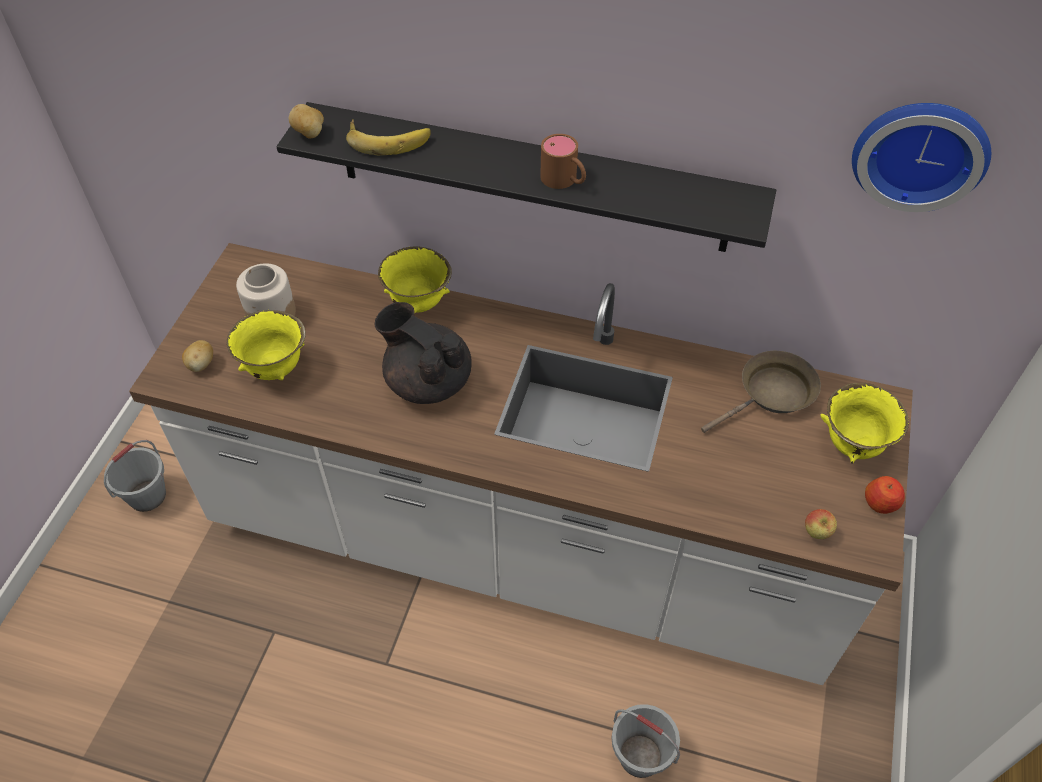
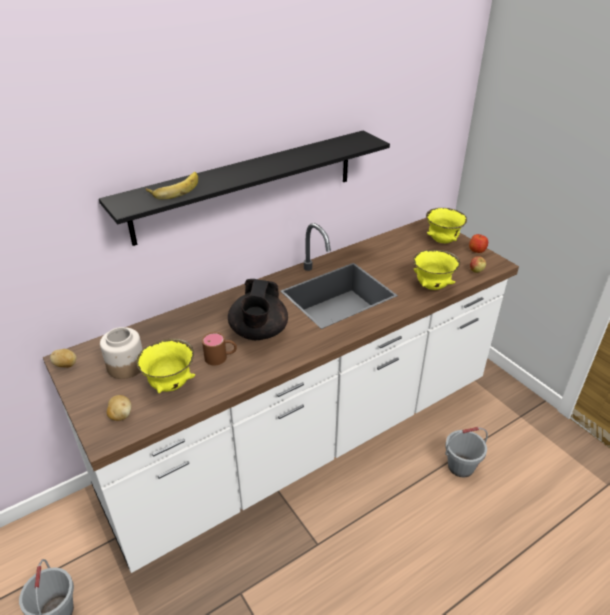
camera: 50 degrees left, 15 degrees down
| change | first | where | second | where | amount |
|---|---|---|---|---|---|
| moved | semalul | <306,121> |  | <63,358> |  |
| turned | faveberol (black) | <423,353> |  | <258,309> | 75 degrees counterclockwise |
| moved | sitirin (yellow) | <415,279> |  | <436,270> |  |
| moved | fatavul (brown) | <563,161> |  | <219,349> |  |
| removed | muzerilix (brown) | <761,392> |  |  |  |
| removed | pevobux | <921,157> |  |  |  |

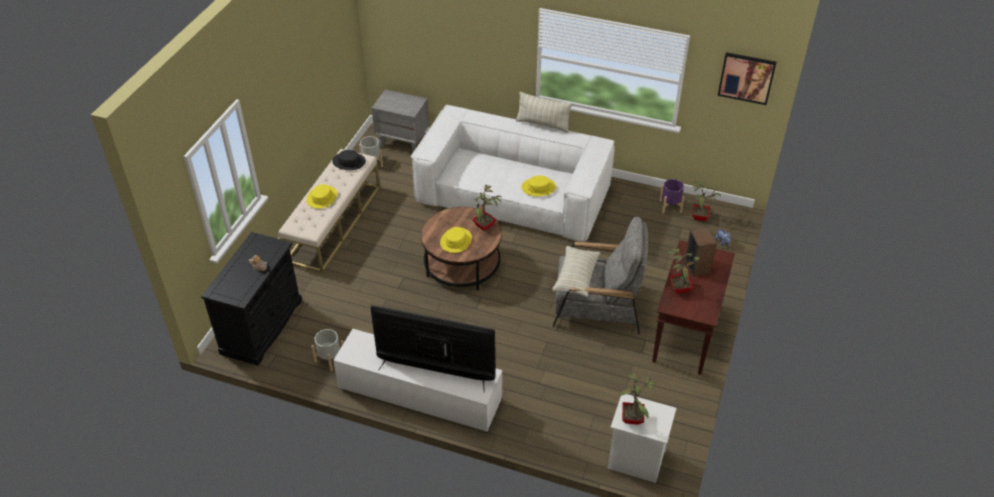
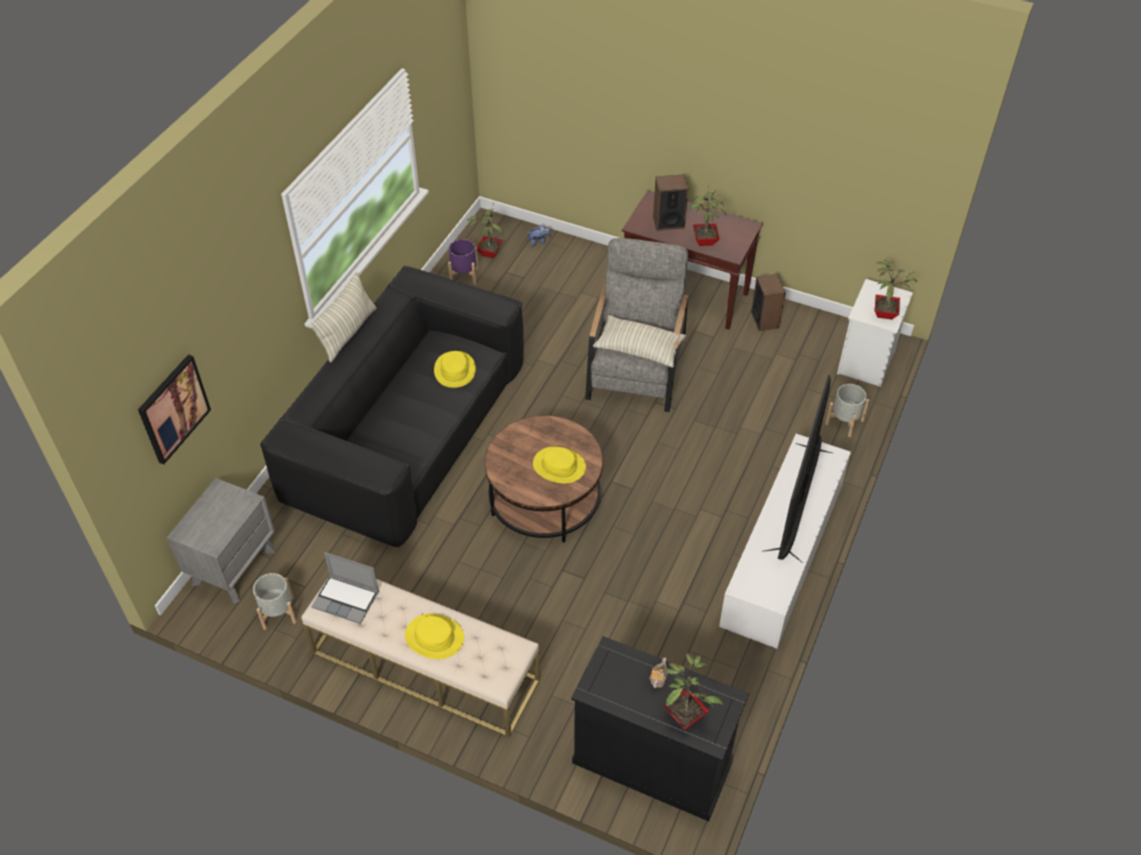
camera: 85 degrees left, 5 degrees up
| change | first | where | second | where | amount |
|---|---|---|---|---|---|
| moved | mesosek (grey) | <327,350> |  | <847,410> |  |
| replaced | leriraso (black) | <349,160> | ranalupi | <345,588> |  |
| recoloured | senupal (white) | <513,173> | senupal (black) | <392,407> |  |
| moved | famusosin | <486,208> |  | <693,691> |  |
| moved | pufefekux | <747,78> |  | <174,409> |  |
| added |  |  | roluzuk | <768,302> |  |

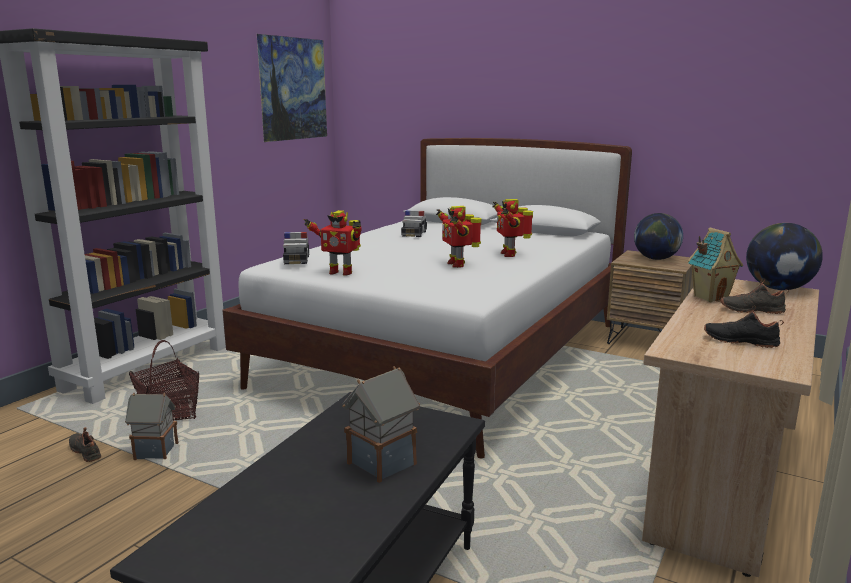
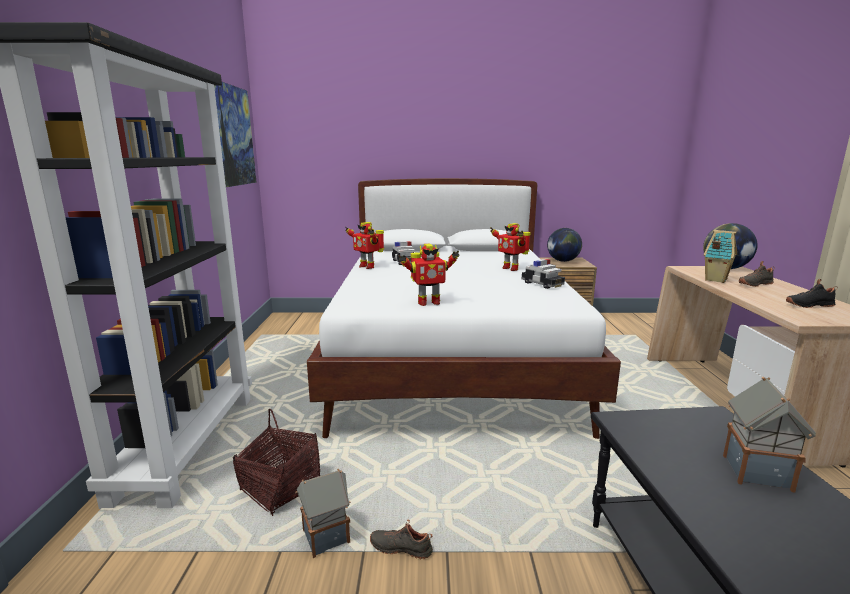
camera: 30 degrees left, 0 degrees up
| change | first | where | second | where | amount |
|---|---|---|---|---|---|
| moved | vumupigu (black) | <85,444> |  | <401,539> |  |
| moved | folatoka | <296,248> |  | <543,274> |  |
| moved | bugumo | <458,237> |  | <364,245> |  |

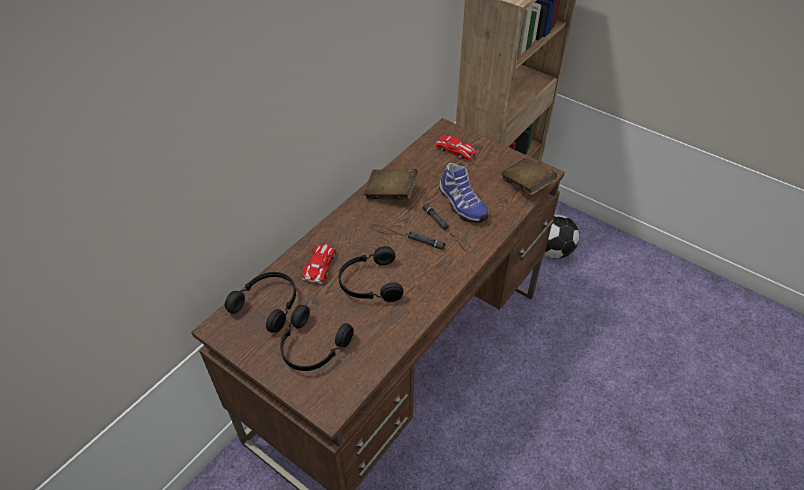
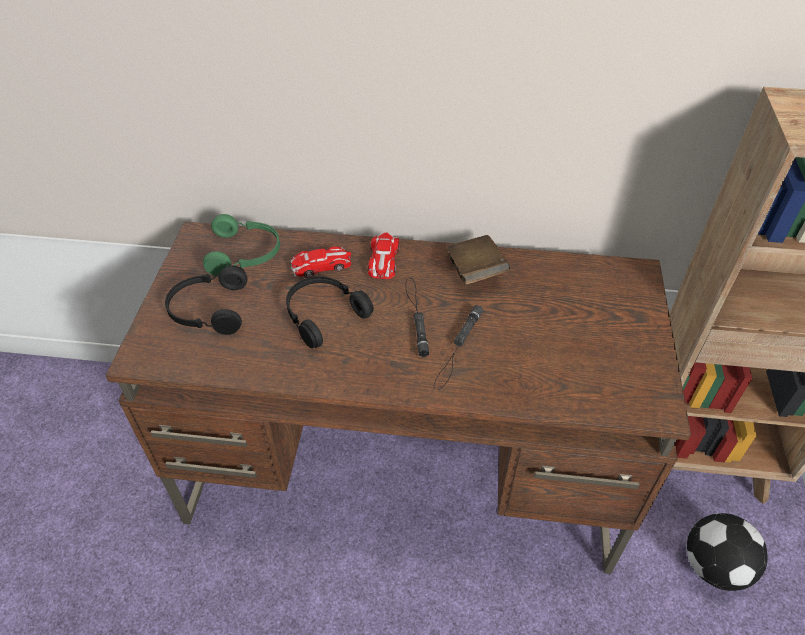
camera: 60 degrees right, 0 degrees up
| change | first | where | second | where | amount |
|---|---|---|---|---|---|
| recoloured | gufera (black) | <260,302> | gufera (green) | <241,245> |  |
| moved | folatoka | <455,147> |  | <384,256> |  |
| removed | vumupigu | <464,193> |  |  |  |
| removed | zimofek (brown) | <529,176> |  |  |  |

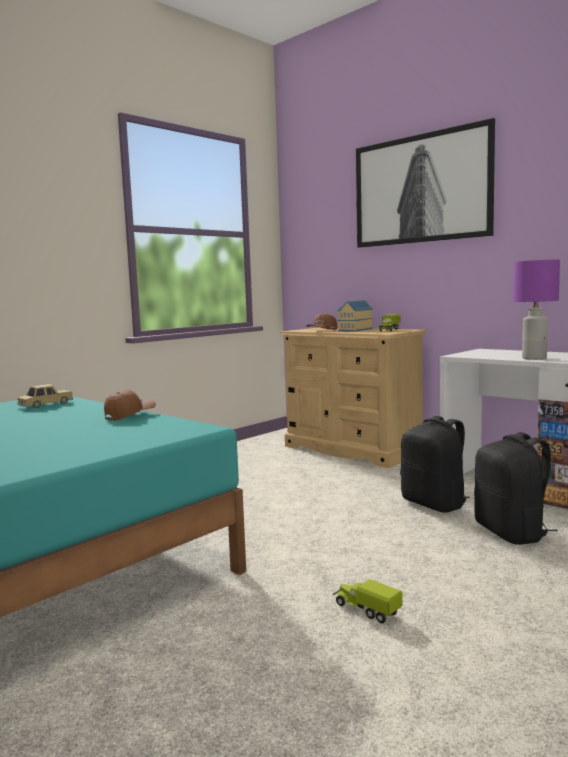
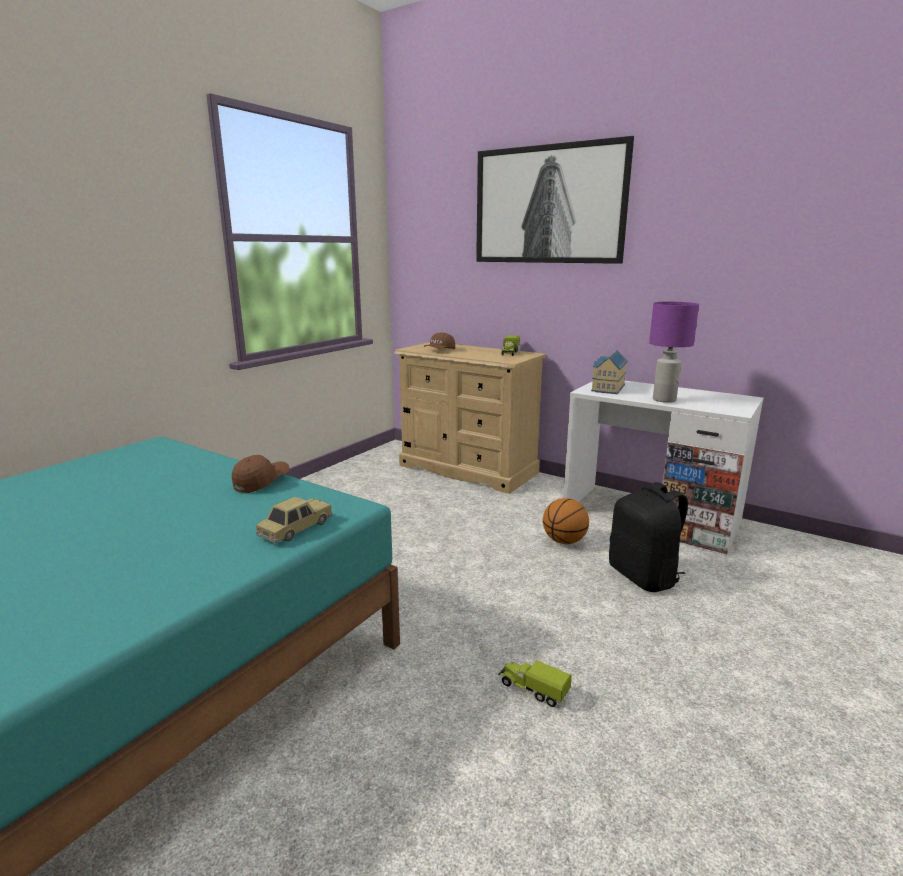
camera: 10 degrees left, 10 degrees up
| change | first | where | second | where | amount |
|---|---|---|---|---|---|
| moved | folatoka | <45,396> |  | <294,520> |  |
| moved | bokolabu | <355,316> |  | <609,372> |  |
| replaced | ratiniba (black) | <435,464> | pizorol | <566,521> |  |

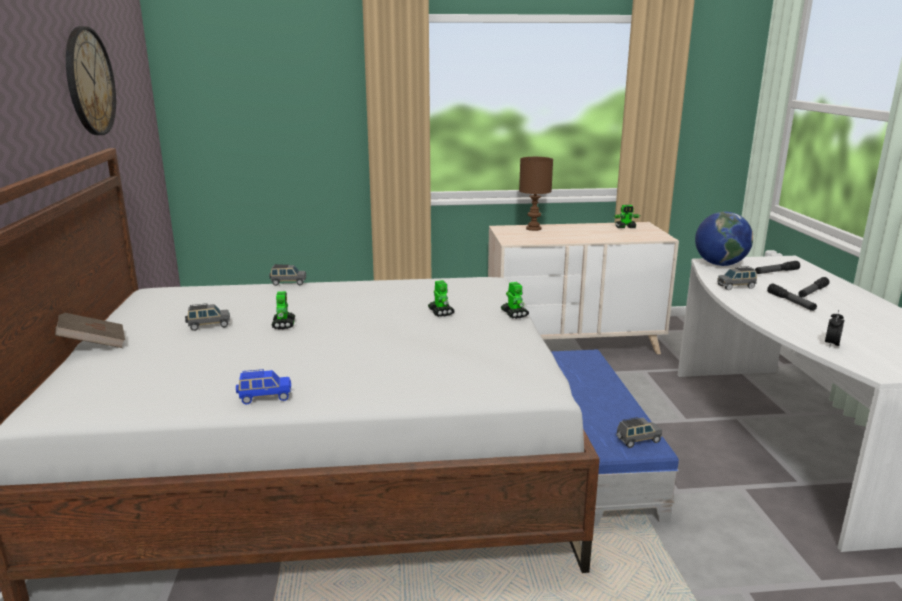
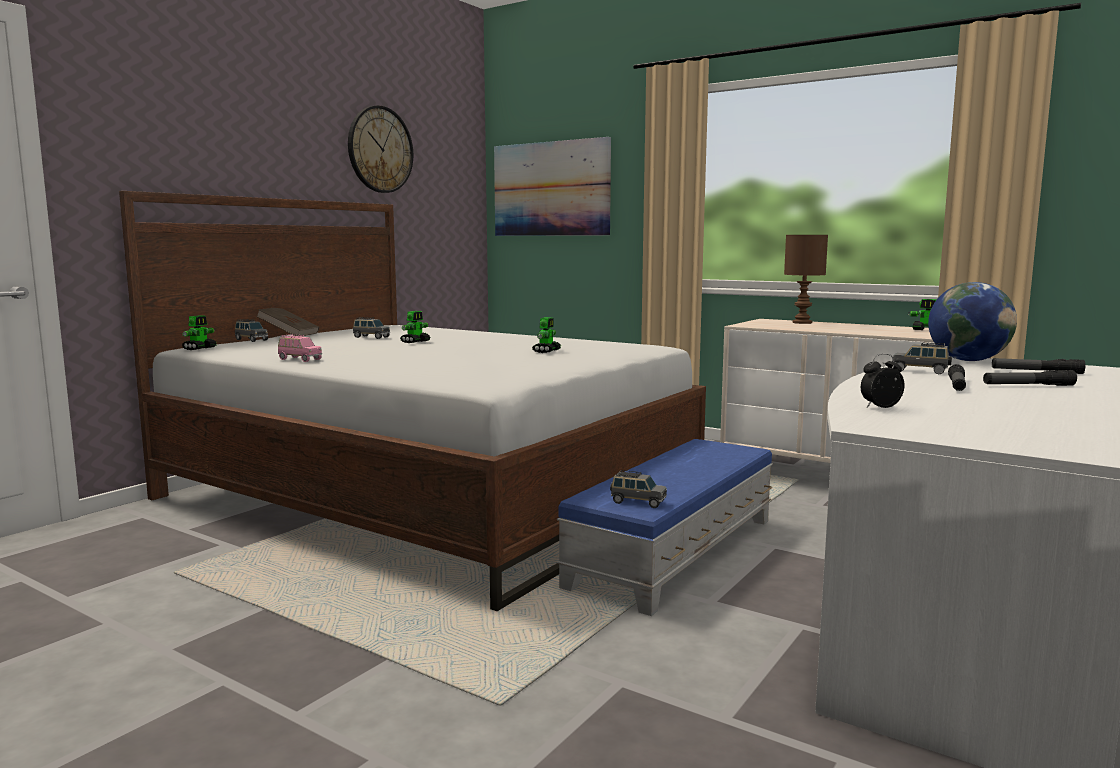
camera: 40 degrees right, 10 degrees down
| change | first | where | second | where | amount |
|---|---|---|---|---|---|
| recoloured | folatoka (blue) | <263,386> | folatoka (pink) | <300,348> |  |
| moved | folatoka (grey) | <287,275> |  | <251,330> |  |
| moved | bugumo | <515,300> |  | <199,332> |  |
| added |  |  | pufefekux | <552,186> |  |

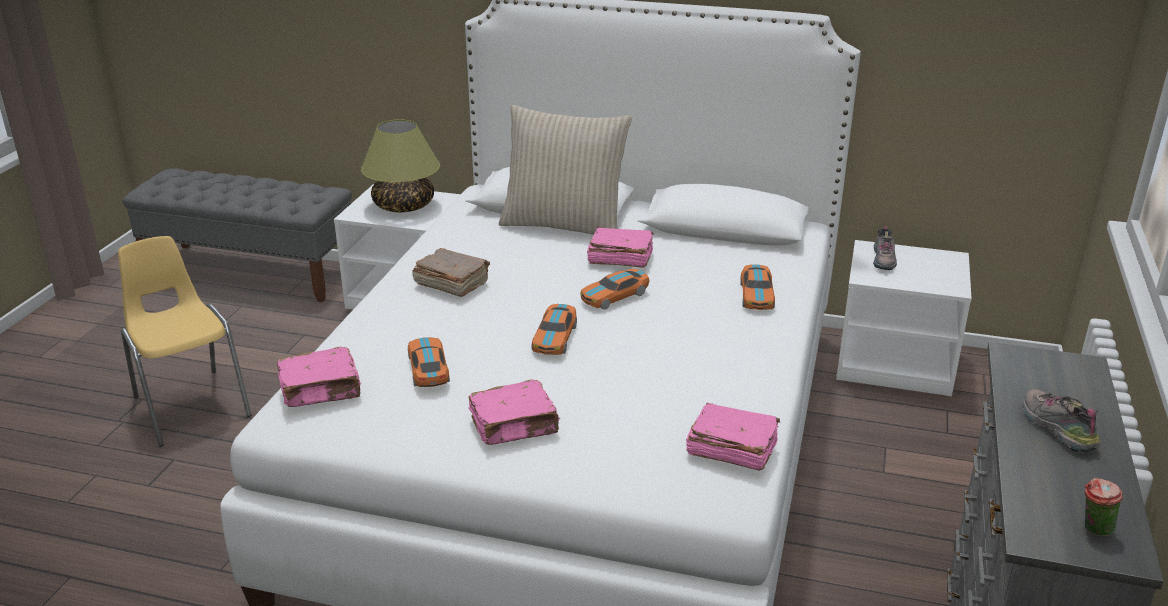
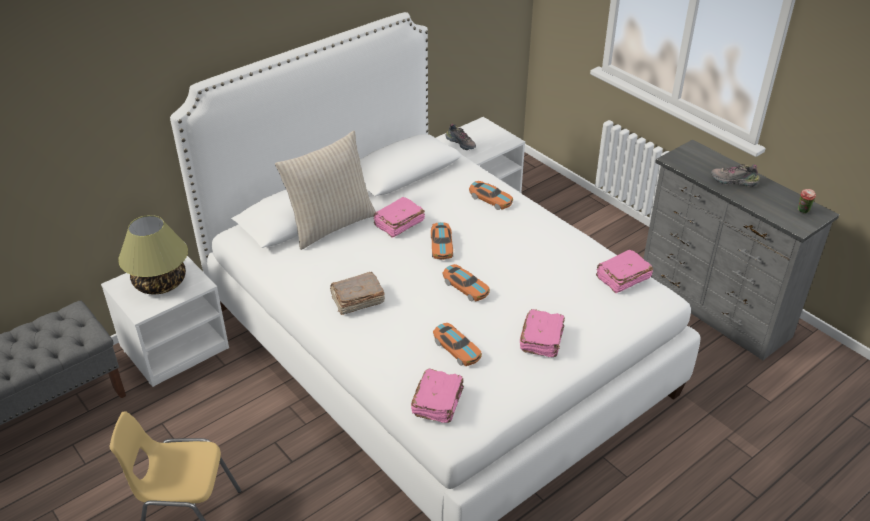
camera: 55 degrees left, 10 degrees up
| change | first | where | second | where | amount |
|---|---|---|---|---|---|
| turned | folatoka | <429,362> |  | <457,344> | 150 degrees counterclockwise |

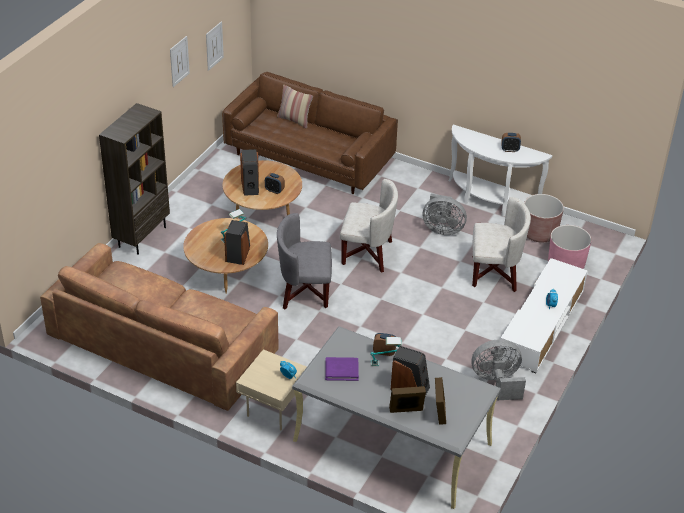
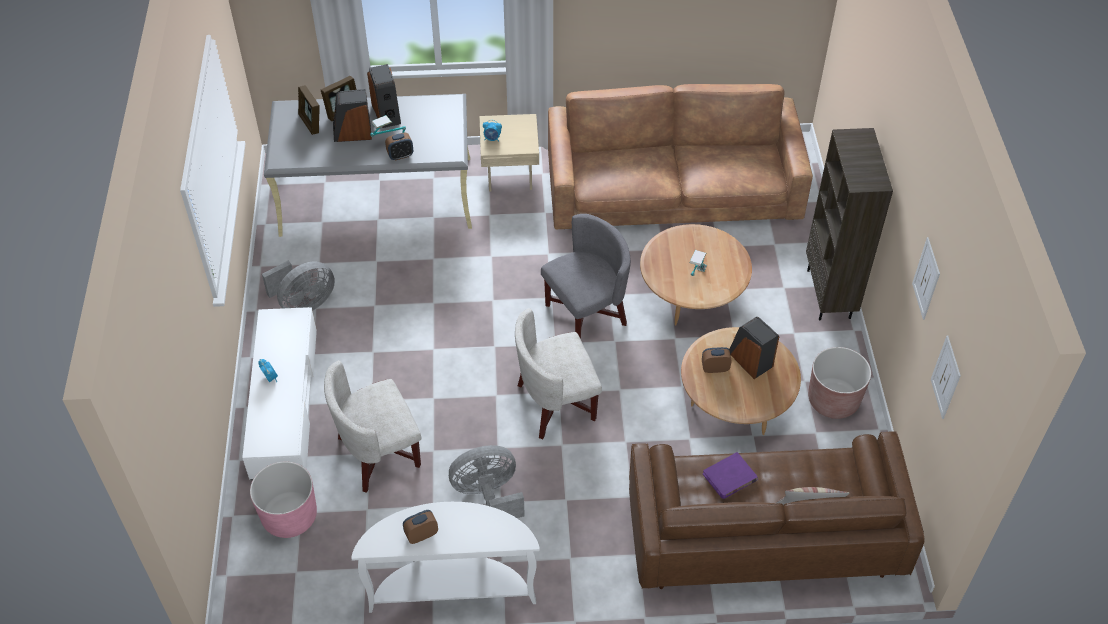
camera: 150 degrees right, 10 degrees up
| change | first | where | second | where | amount |
|---|---|---|---|---|---|
| moved | roluzuk | <237,242> |  | <384,96> |  |
| moved | zimofek (purple) | <342,369> |  | <730,475> |  |
| moved | mesosek (brown) | <544,218> |  | <839,383> |  |

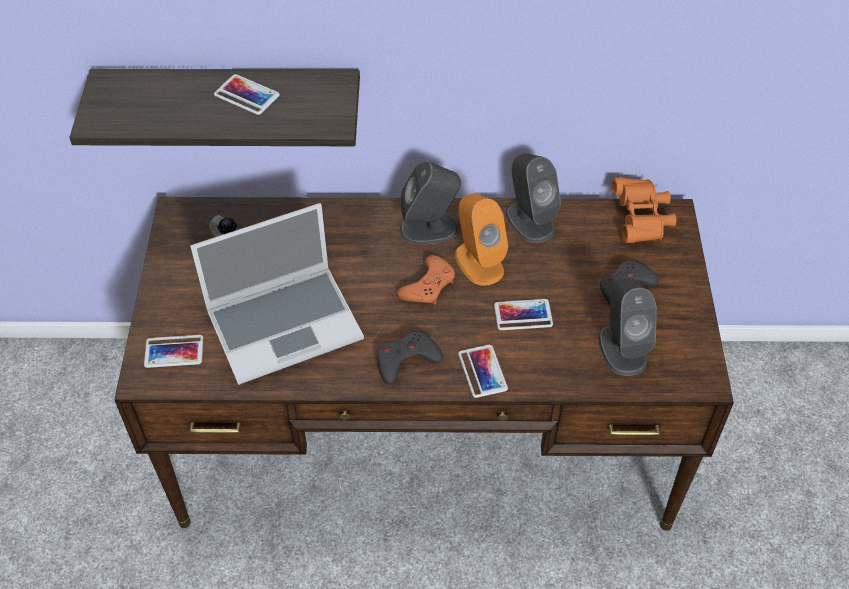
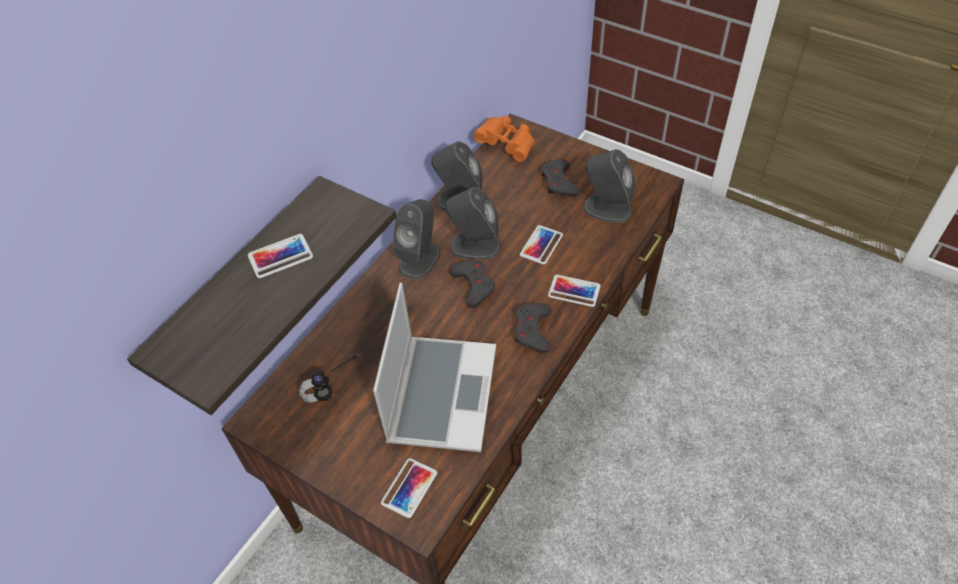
camera: 55 degrees left, 0 degrees up
| change | first | where | second | where | amount |
|---|---|---|---|---|---|
| recoloured | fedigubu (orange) | <426,280> | fedigubu (grey) | <472,284> |  |
| recoloured | roluzuk (orange) | <481,240> | roluzuk (grey) | <473,223> |  |

